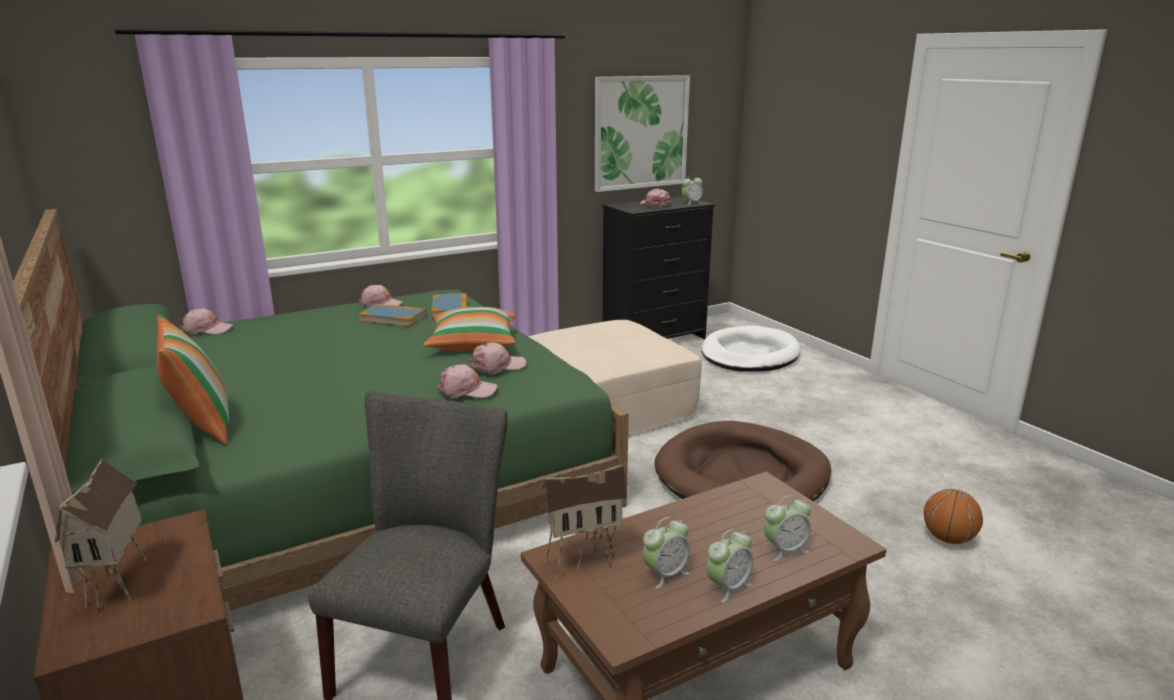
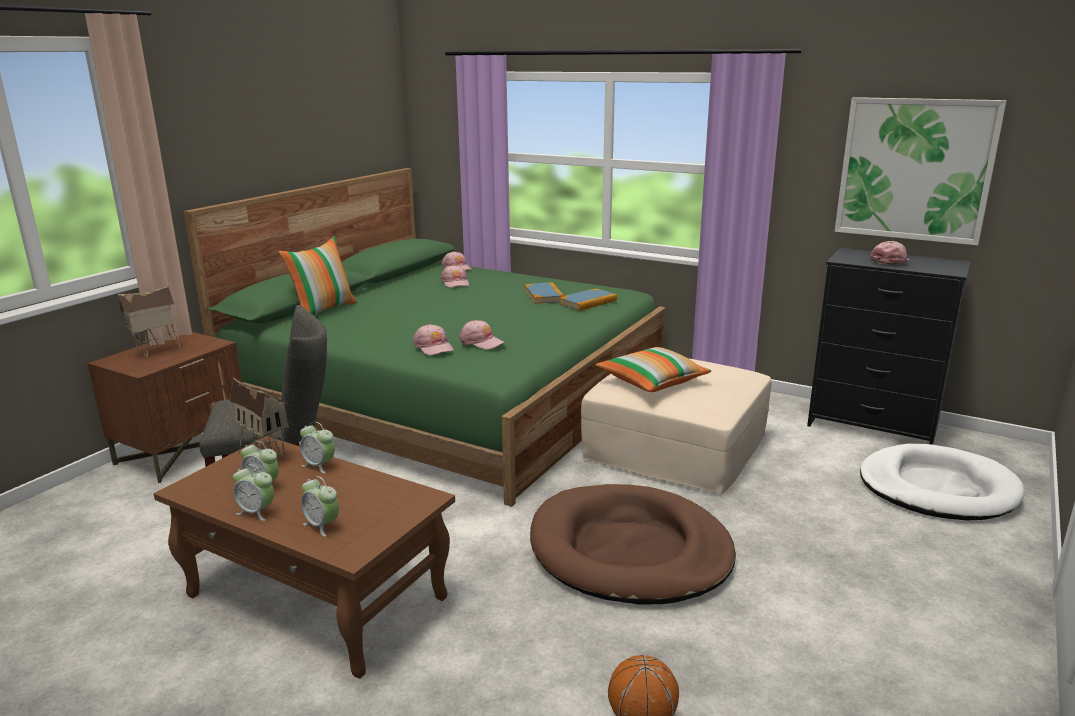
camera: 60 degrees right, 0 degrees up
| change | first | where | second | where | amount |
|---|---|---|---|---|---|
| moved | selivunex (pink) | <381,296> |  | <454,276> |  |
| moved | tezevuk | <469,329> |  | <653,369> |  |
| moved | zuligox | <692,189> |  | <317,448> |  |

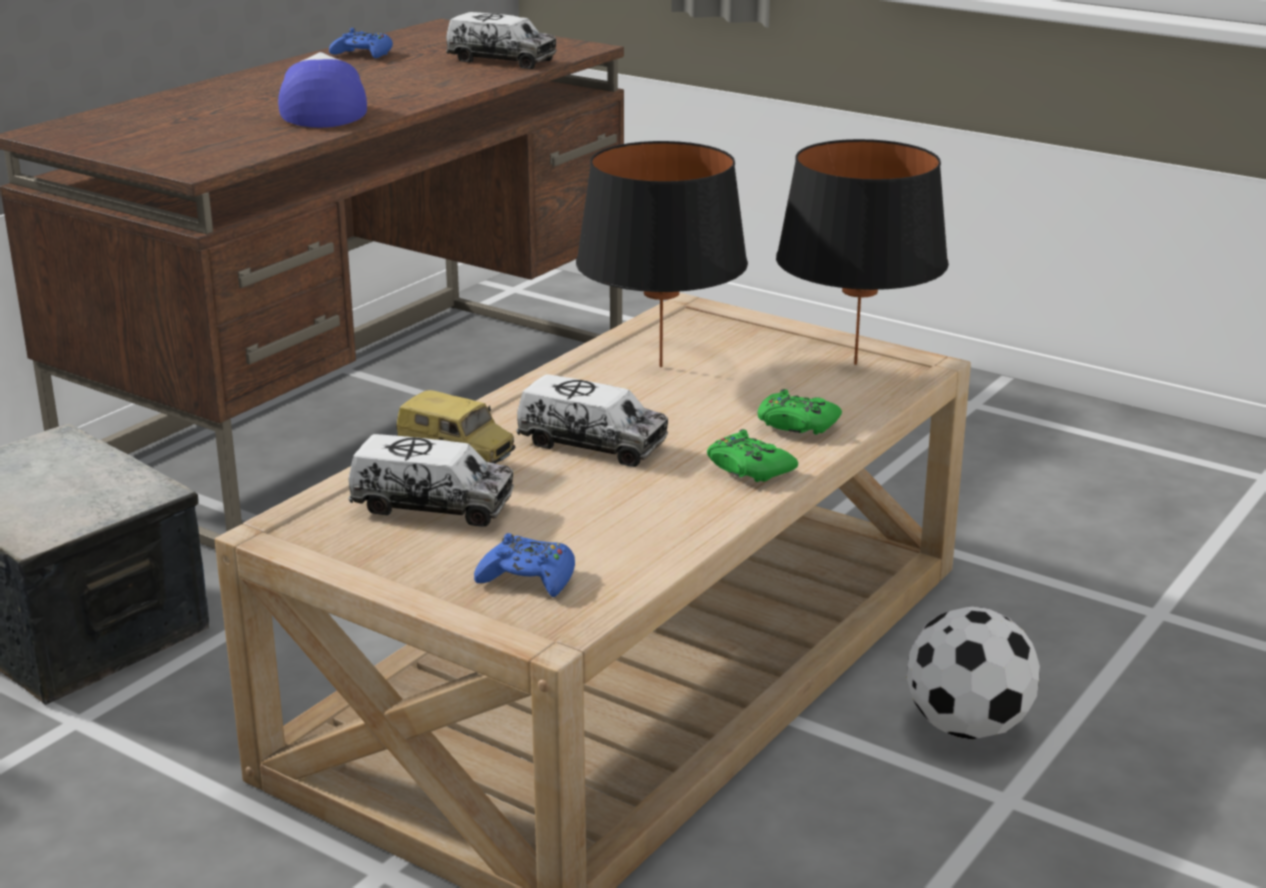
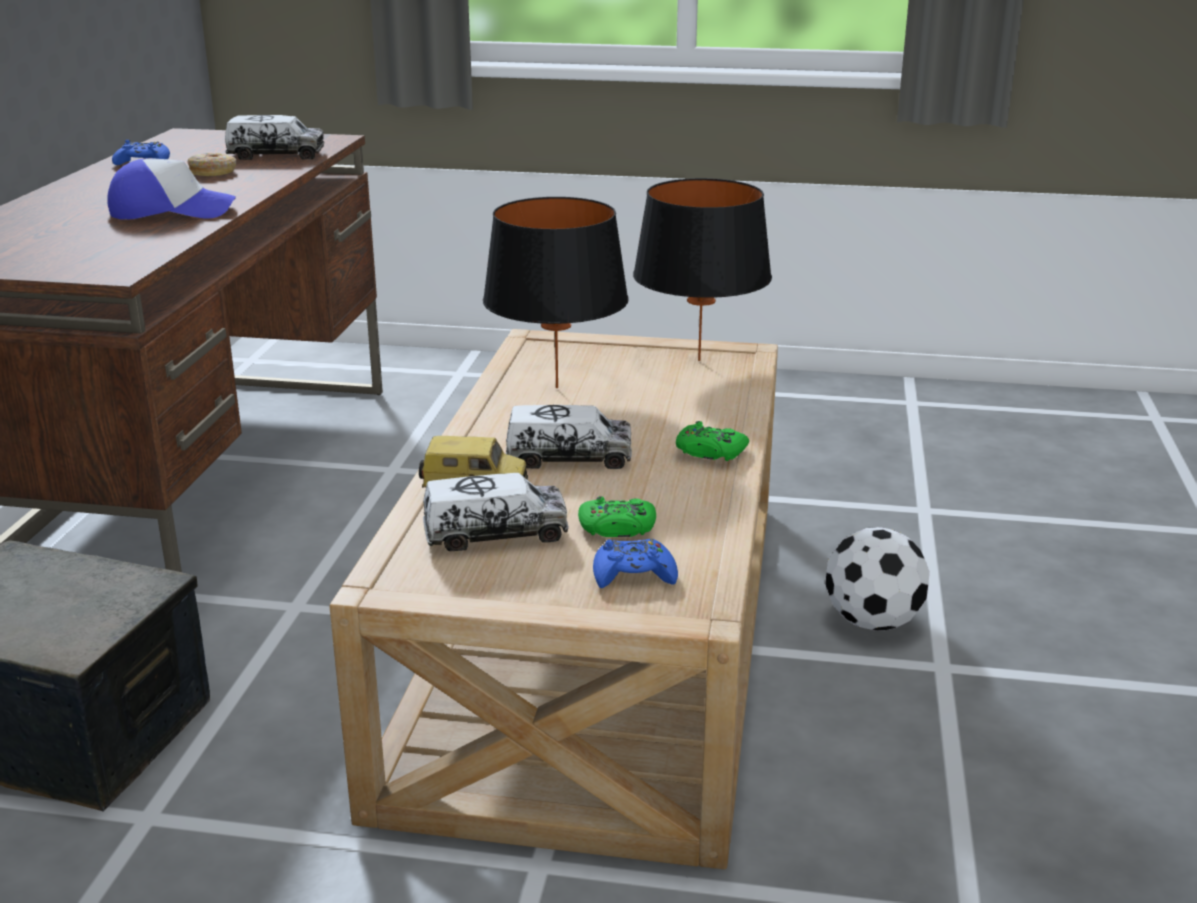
camera: 25 degrees left, 0 degrees up
| change | first | where | second | where | amount |
|---|---|---|---|---|---|
| turned | selivunex | <322,90> |  | <172,189> | 120 degrees clockwise |
| moved | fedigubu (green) | <800,412> |  | <617,516> |  |
| added |  |  | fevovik | <212,164> |  |

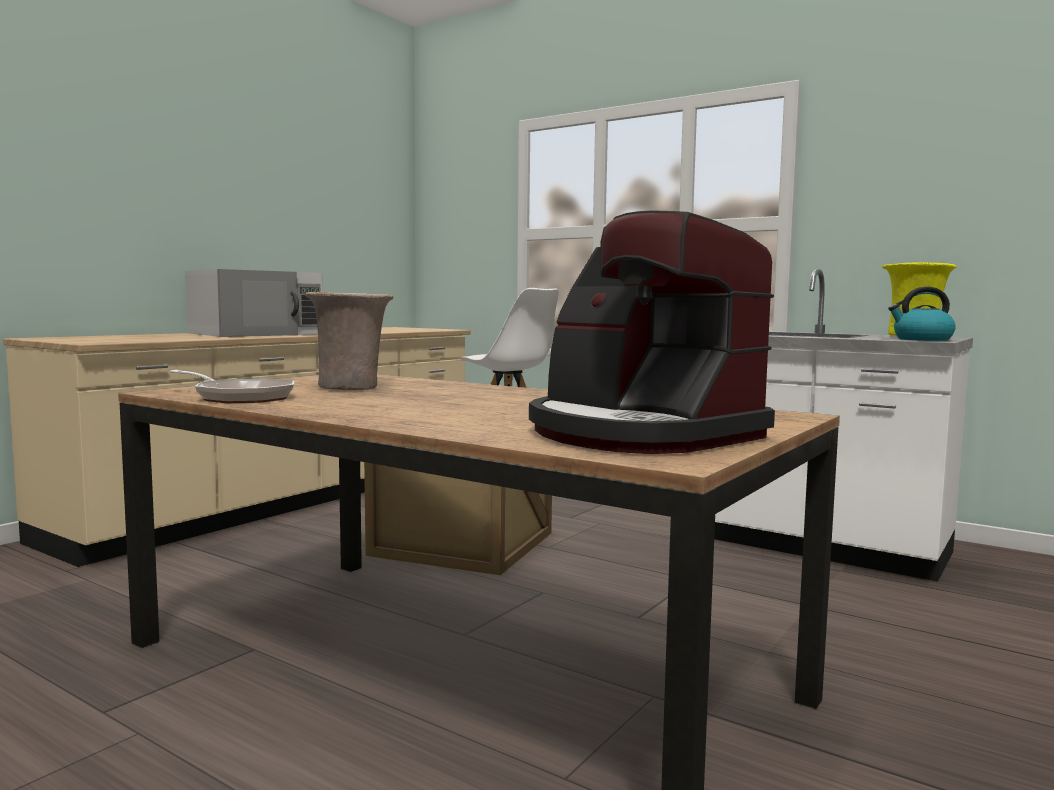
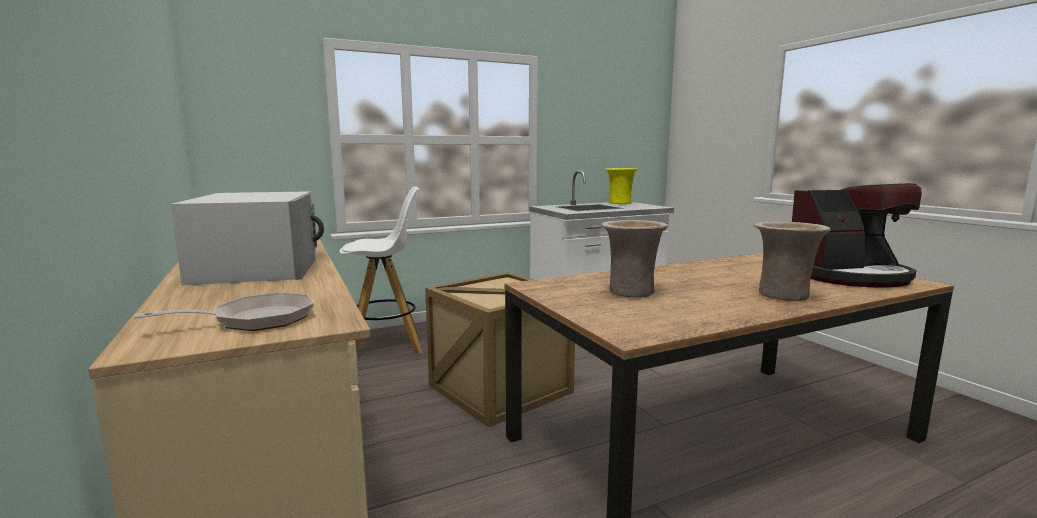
camera: 60 degrees left, 5 degrees up
| change | first | where | second | where | amount |
|---|---|---|---|---|---|
| moved | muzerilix | <232,386> |  | <224,312> |  |
| removed | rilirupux | <922,314> |  |  |  |
| added |  |  | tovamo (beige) | <792,261> |  |

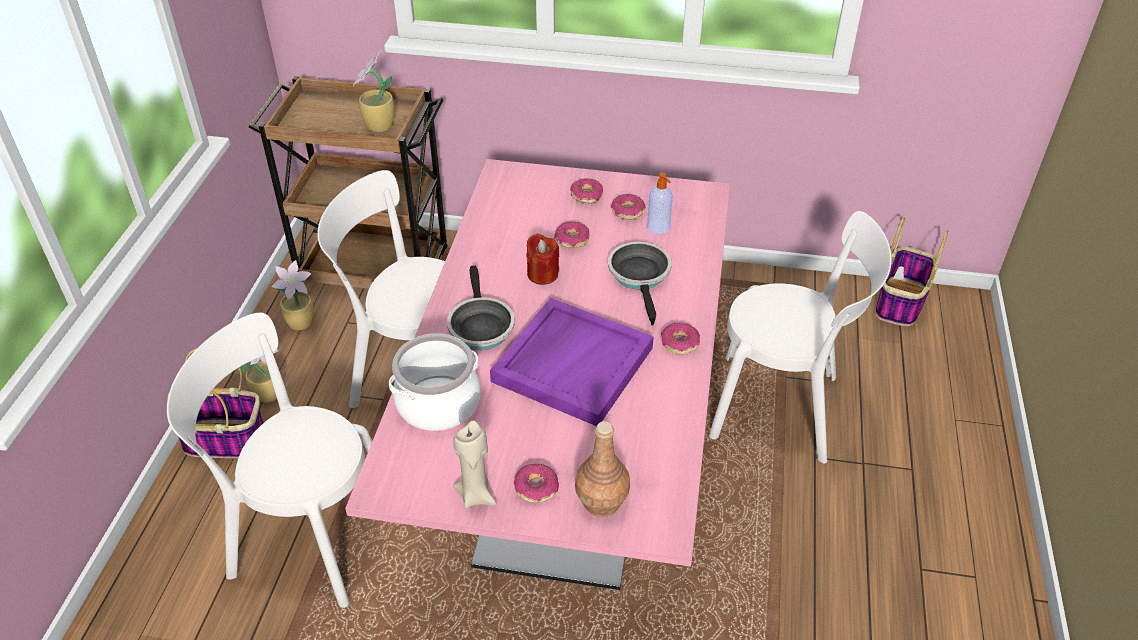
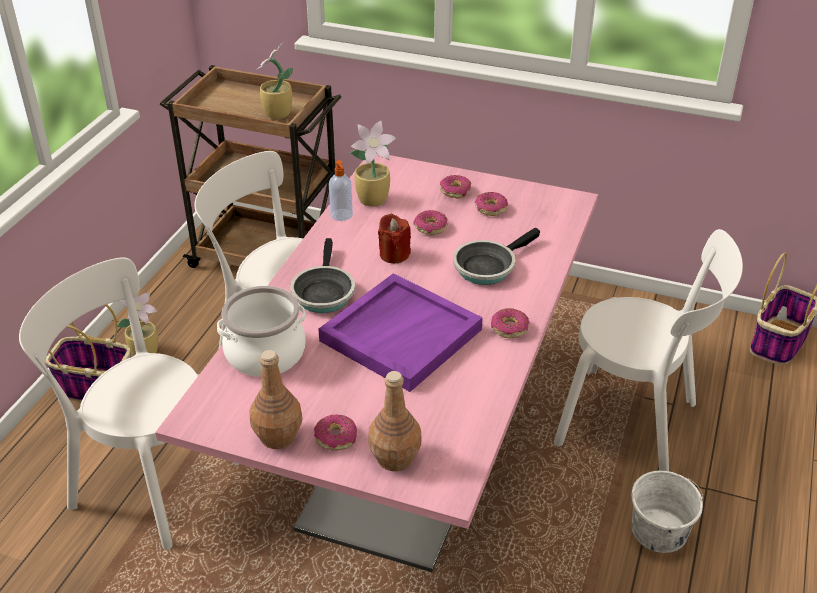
camera: 10 degrees right, 5 degrees down
| change | first | where | second | where | amount |
|---|---|---|---|---|---|
| moved | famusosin | <292,295> |  | <373,164> |  |
| replaced | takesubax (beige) | <475,465> | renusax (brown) | <276,399> |  |
| turned | muzerilix | <640,283> |  | <496,256> | 135 degrees counterclockwise |
| moved | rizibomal | <660,203> |  | <341,190> |  |
| added |  |  | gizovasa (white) | <667,512> |  |

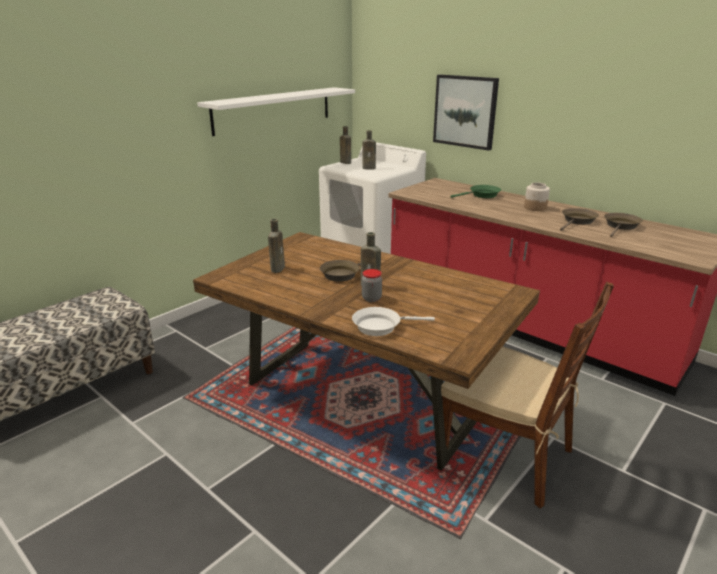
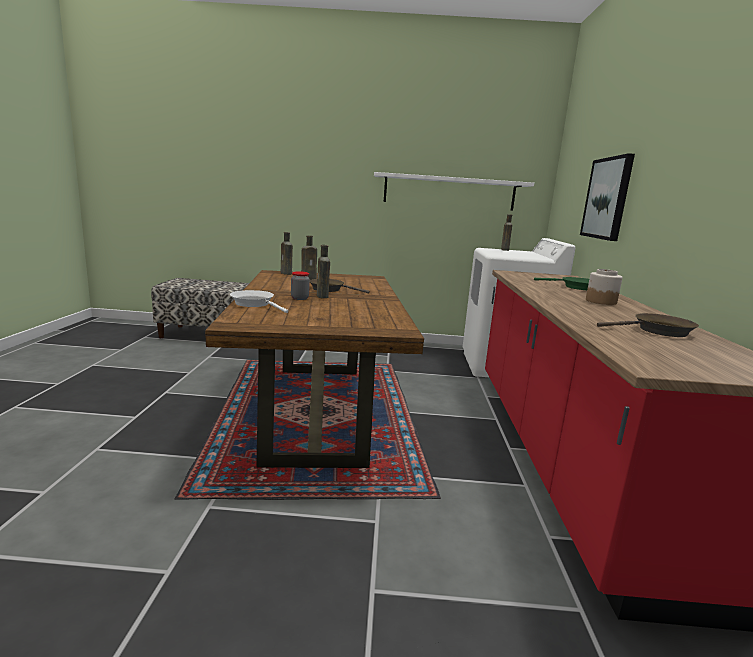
camera: 50 degrees right, 10 degrees down
| change | first | where | second | where | amount |
|---|---|---|---|---|---|
| moved | renusax (brown) | <369,150> |  | <287,253> |  |
| removed | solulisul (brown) | <527,395> |  |  |  |
| removed | muzerilix (brown) | <579,219> |  |  |  |

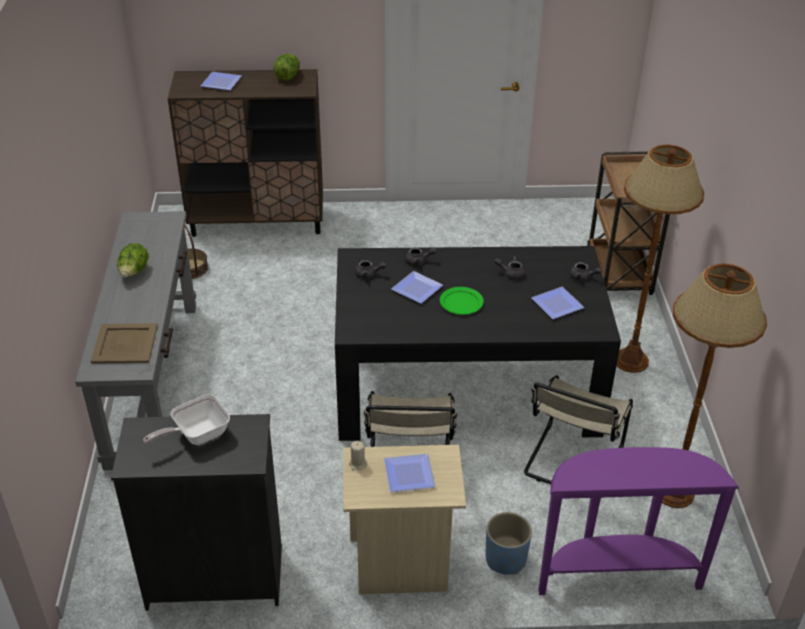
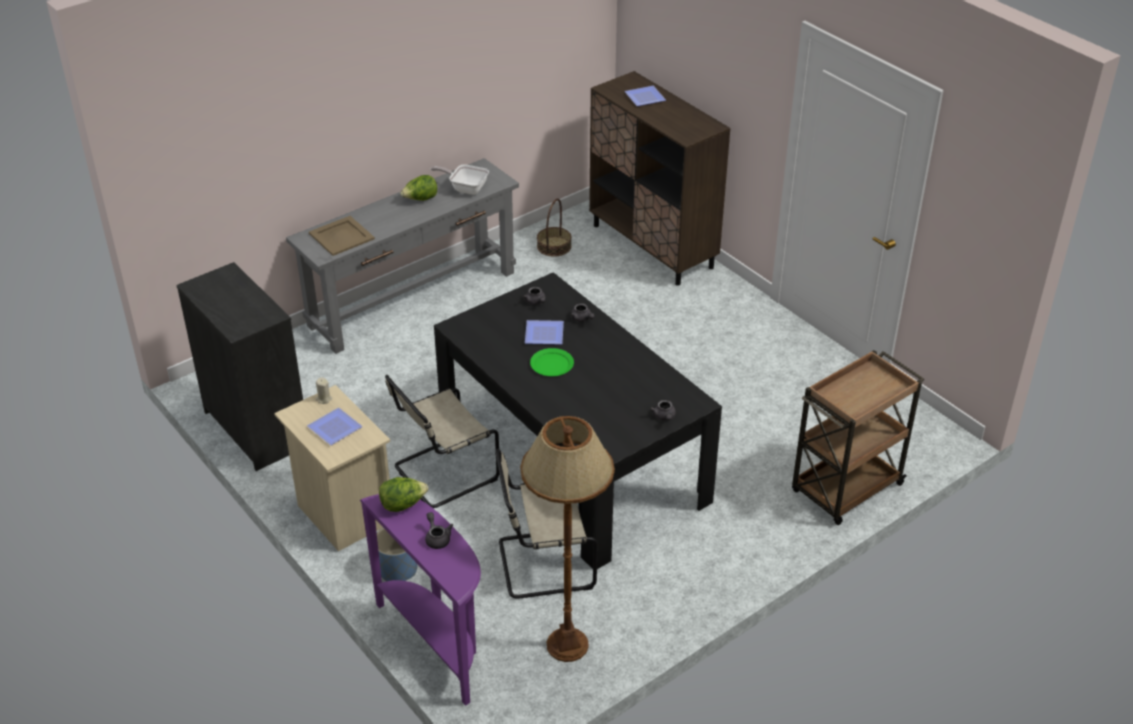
camera: 55 degrees right, 0 degrees up
| change | first | where | second | where | amount |
|---|---|---|---|---|---|
| moved | muzerilix | <186,420> |  | <460,179> |  |
| moved | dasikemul | <286,67> |  | <403,494> |  |
| moved | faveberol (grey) | <509,268> |  | <439,530> |  |
| removed | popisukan | <557,303> |  |  |  |
| removed | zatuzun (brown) | <660,259> |  |  |  |

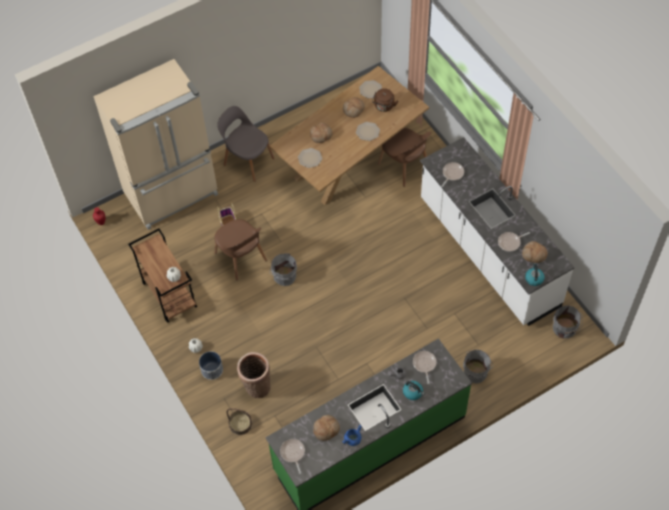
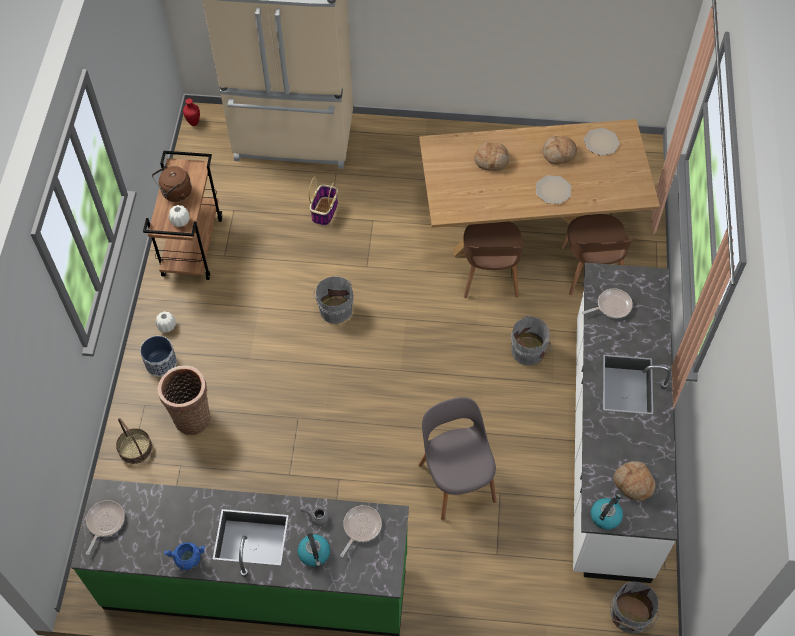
camera: 35 degrees right, 0 degrees up
| change | first | where | second | where | amount |
|---|---|---|---|---|---|
| moved | solulisul (brown) | <240,249> |  | <494,259> |  |
| moved | solulisul (grey) | <246,144> |  | <458,459> |  |
| removed | popisukan | <310,158> |  |  |  |
| removed | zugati | <326,428> |  |  |  |
| moved | rilirupux (brown) | <385,100> |  | <172,183> |  |
| moved | gizovasa (grey) | <478,367> |  | <531,340> |  |
| removed | muzerilix | <514,242> |  |  |  |

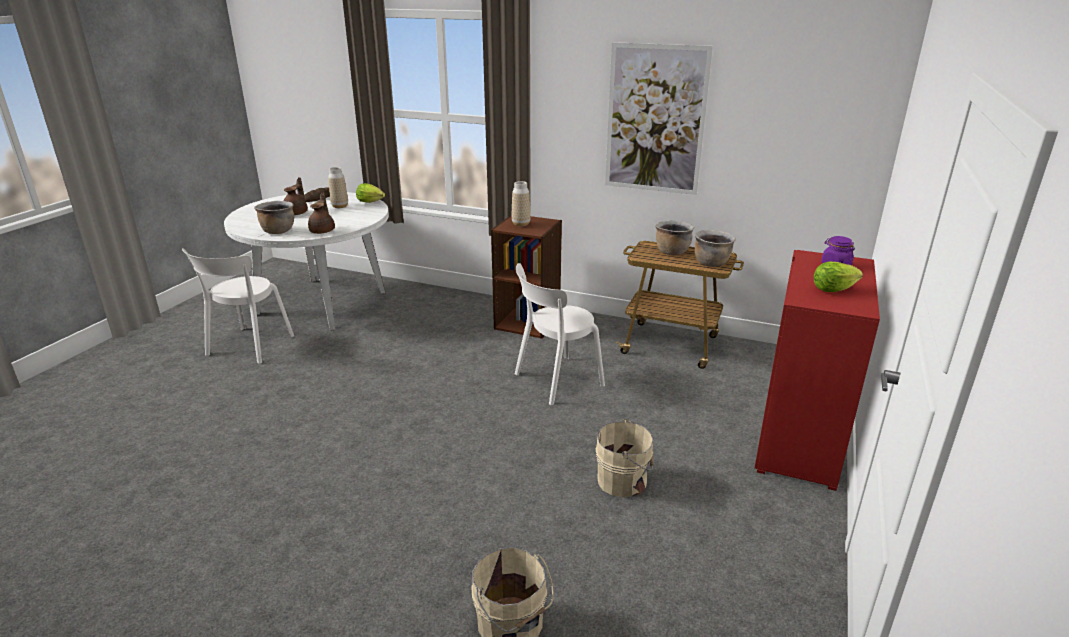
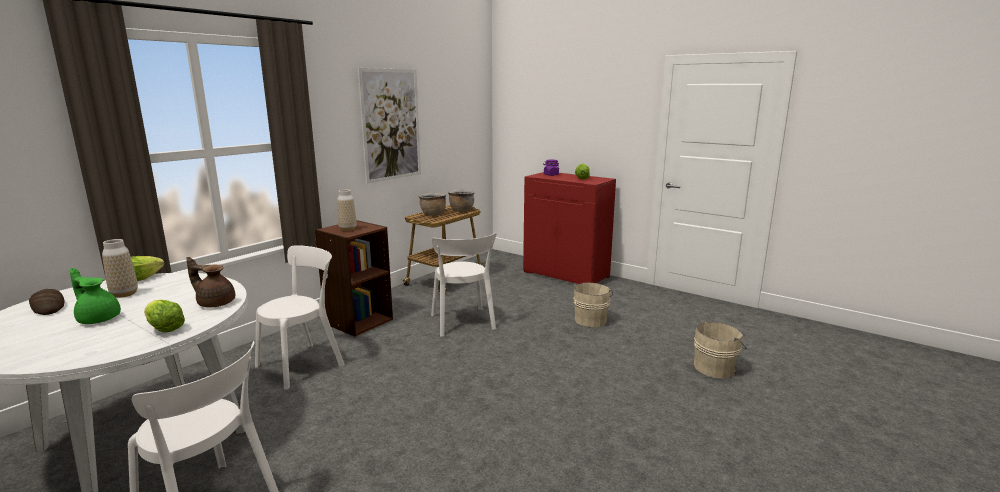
camera: 75 degrees left, 10 degrees down
| change | first | where | second | where | amount |
|---|---|---|---|---|---|
| replaced | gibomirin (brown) | <274,217> | dasikemul | <164,316> |  |
| recoloured | faveberol (brown) | <296,196> | faveberol (green) | <95,296> |  |
| added |  |  | solulisul (white) | <300,317> |  |

